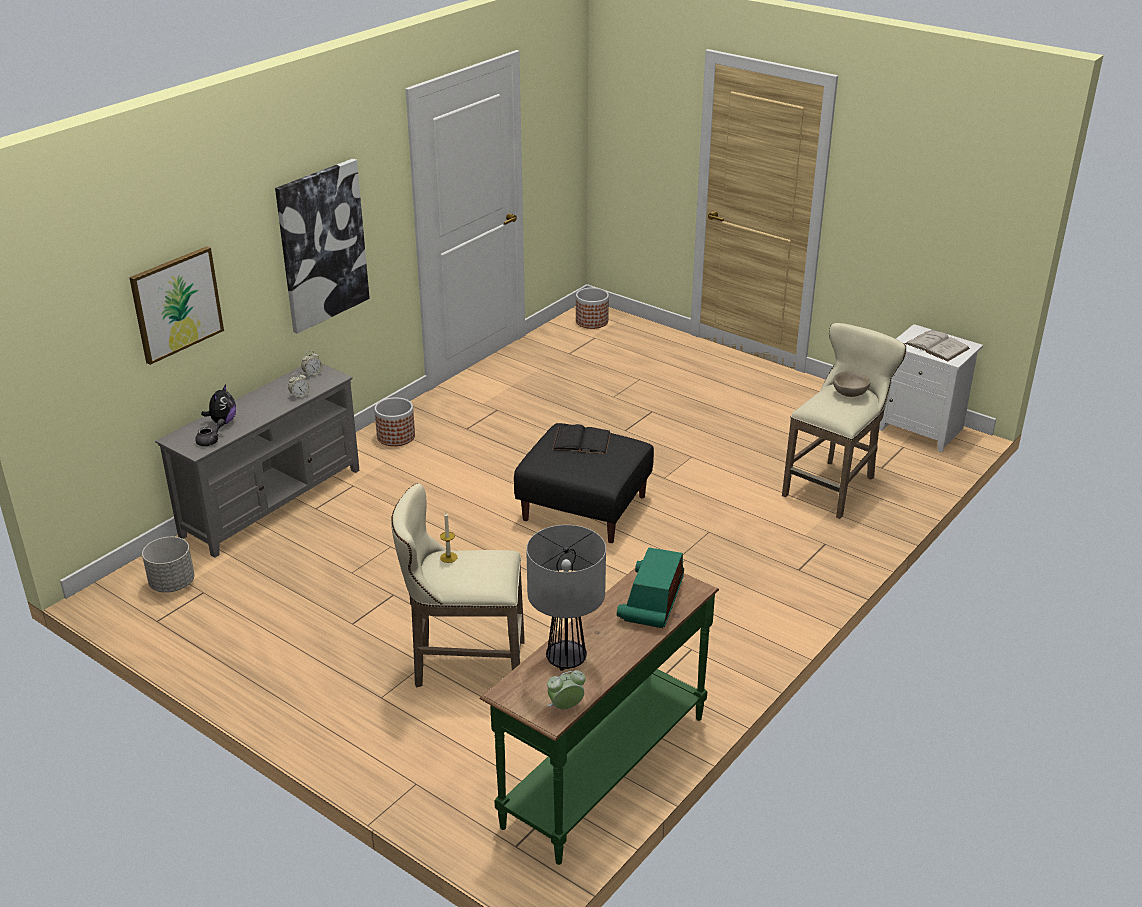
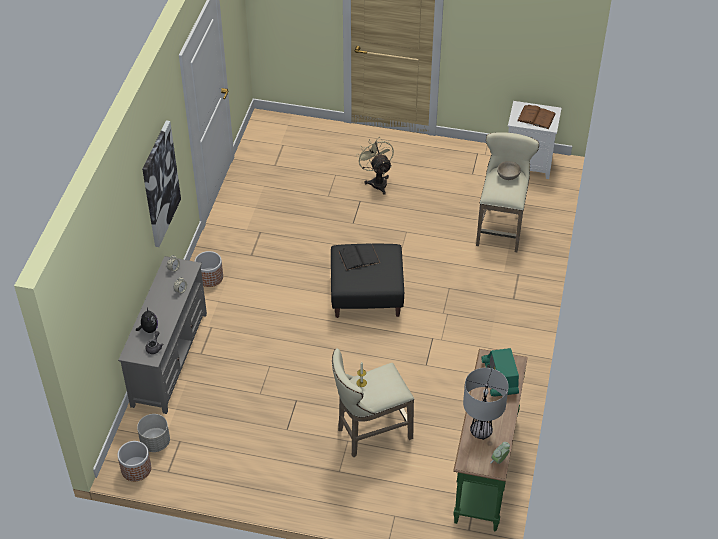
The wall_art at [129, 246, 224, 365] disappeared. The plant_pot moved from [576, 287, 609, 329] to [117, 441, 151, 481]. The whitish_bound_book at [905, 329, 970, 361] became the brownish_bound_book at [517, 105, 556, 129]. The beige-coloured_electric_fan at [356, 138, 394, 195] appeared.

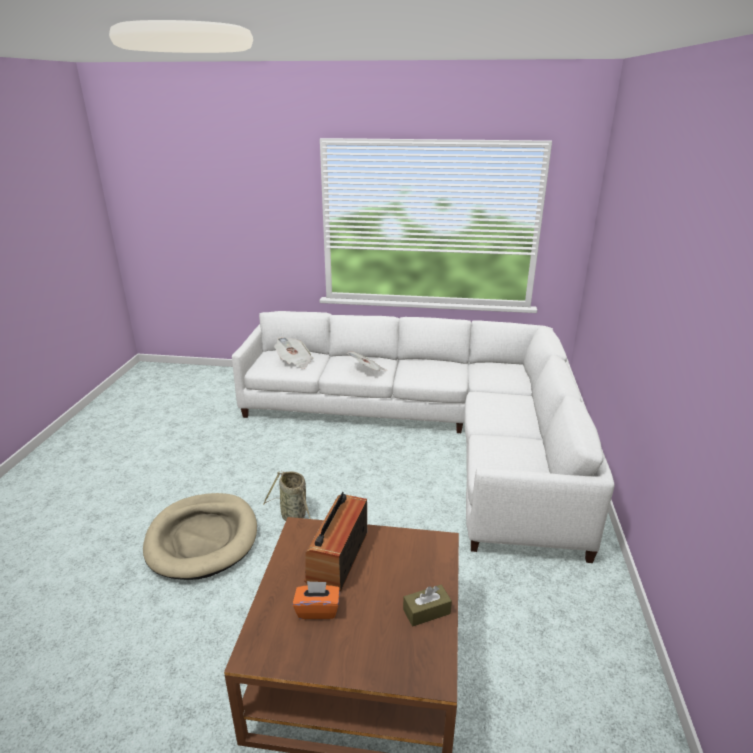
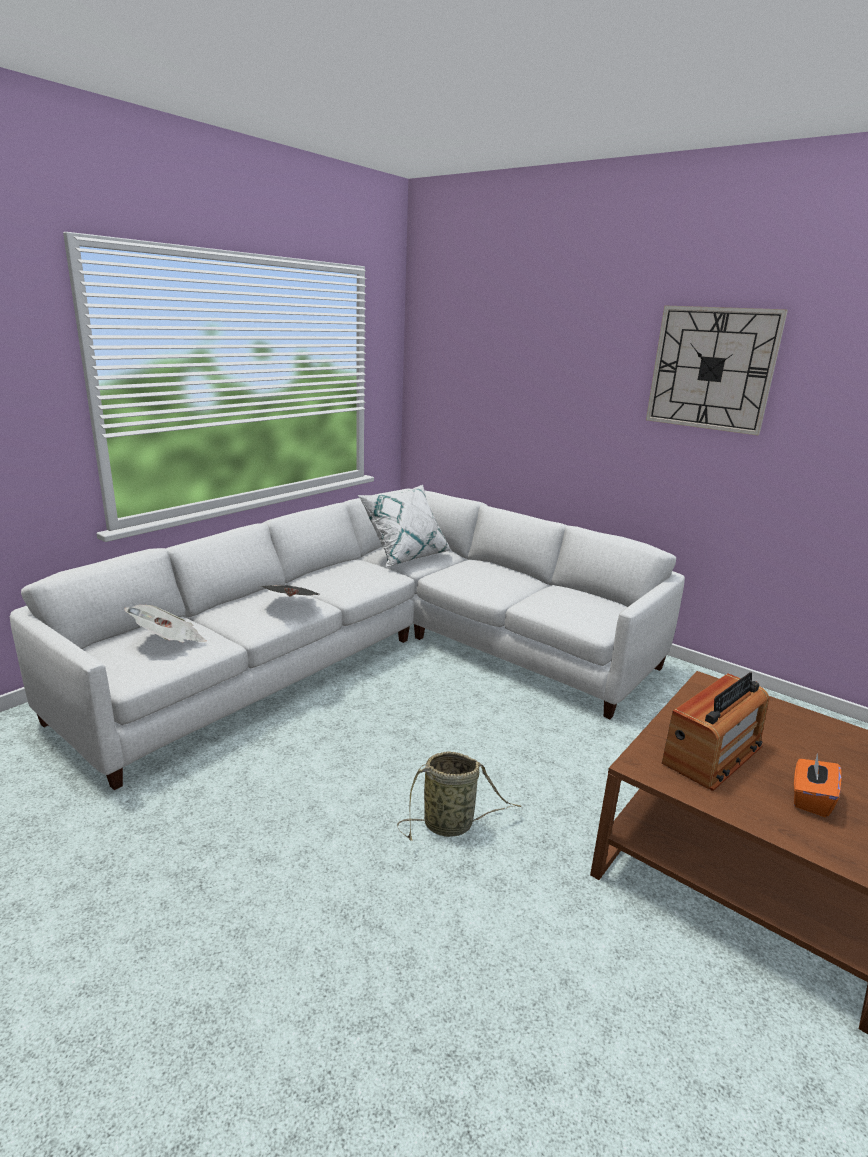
The radio_set at [304, 492, 367, 592] turned 90 degrees counterclockwise. The beige-coloured_pet_bed at [143, 493, 257, 580] disappeared. The brownish_box_of_tissues at [403, 585, 452, 627] disappeared. The clock_on_the_wall at [646, 305, 788, 435] appeared. The whitish_cushion at [358, 485, 452, 567] appeared.

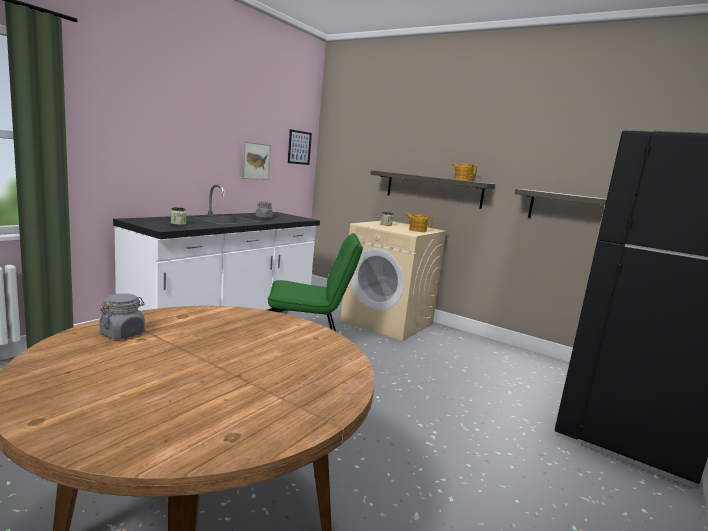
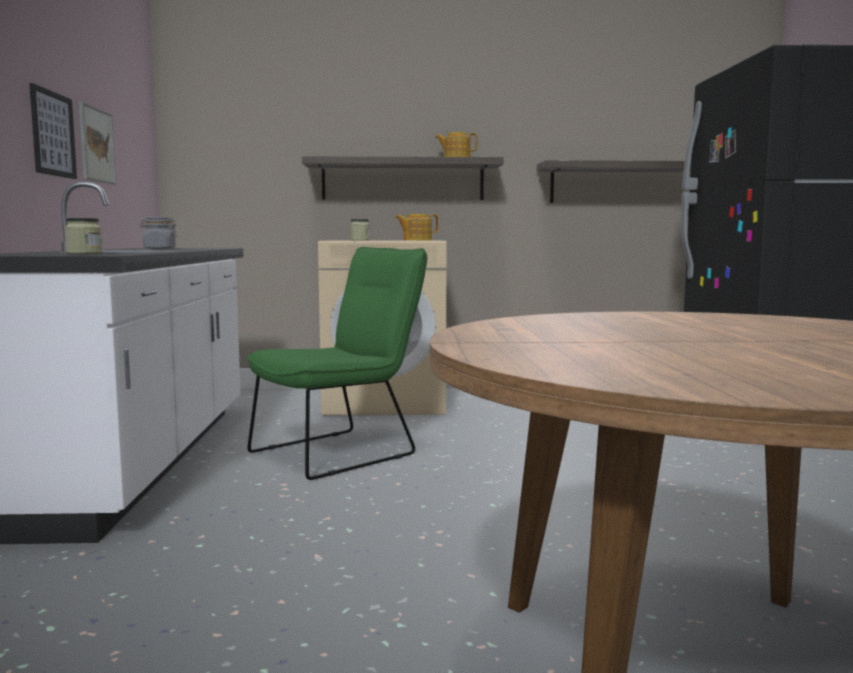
The wall_art moved from [288, 129, 312, 165] to [29, 83, 77, 179]. The gray_preserve_jar at [99, 293, 145, 339] disappeared.

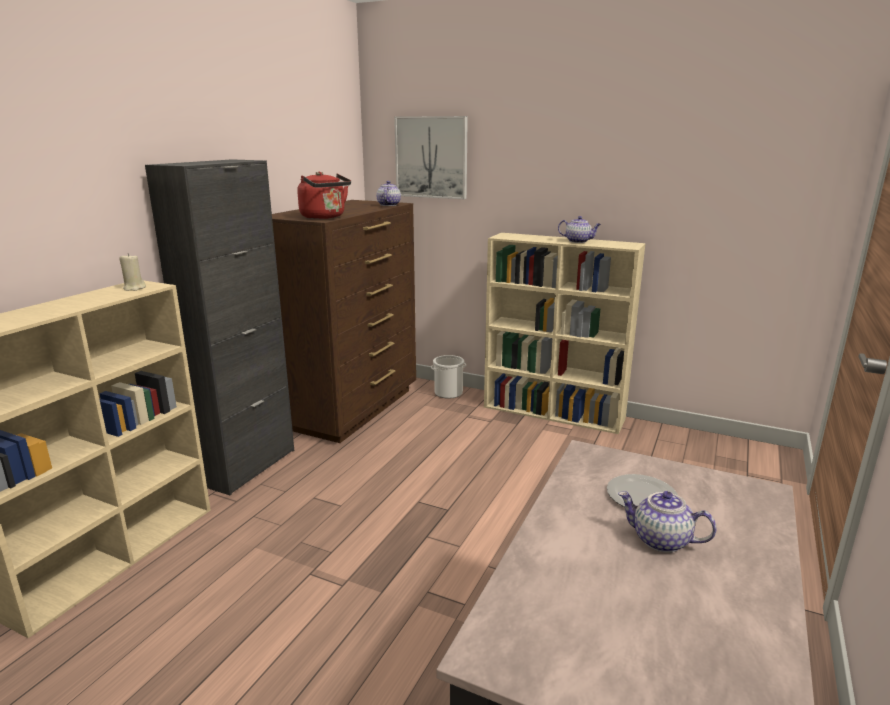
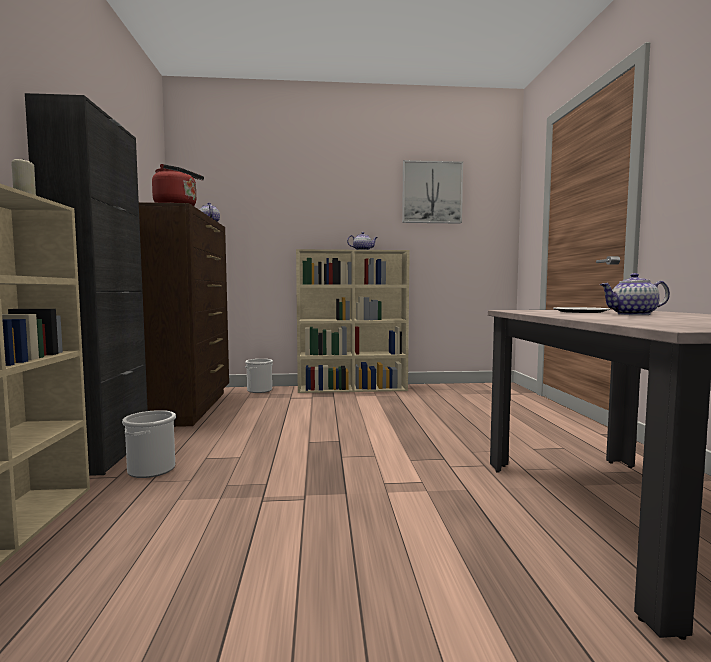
The wall_art moved from [394, 116, 468, 199] to [402, 160, 463, 224]. The water_bucket at [122, 410, 176, 478] appeared.

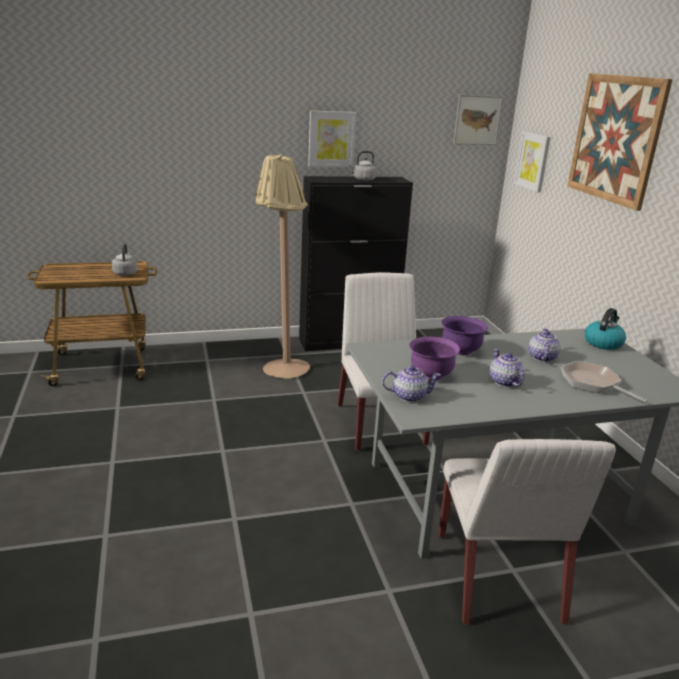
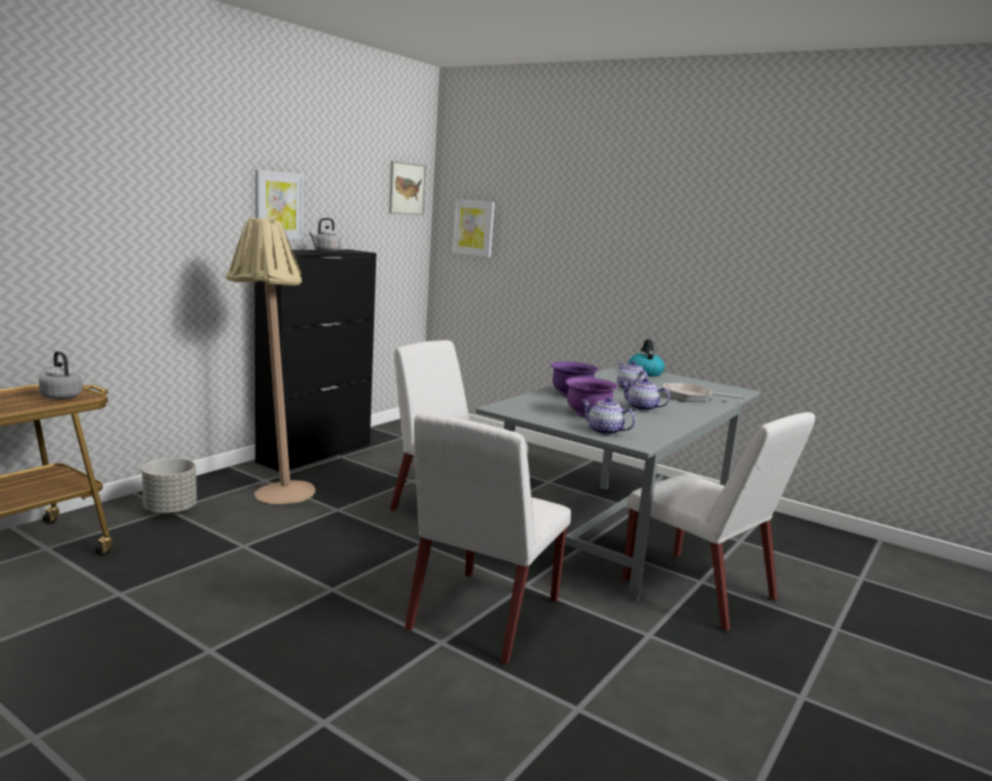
The wall_art at [567, 73, 673, 211] disappeared. The teapot at [382, 366, 441, 402] turned 105 degrees counterclockwise. The whitish_chair at [405, 413, 571, 664] appeared. The gray_plant_pot at [142, 458, 197, 515] appeared.

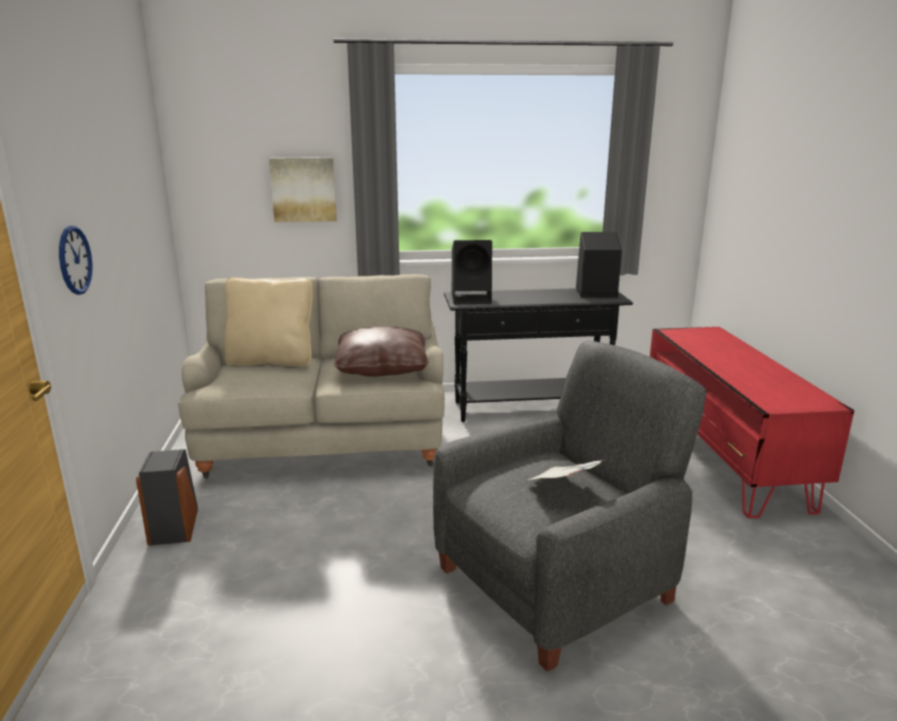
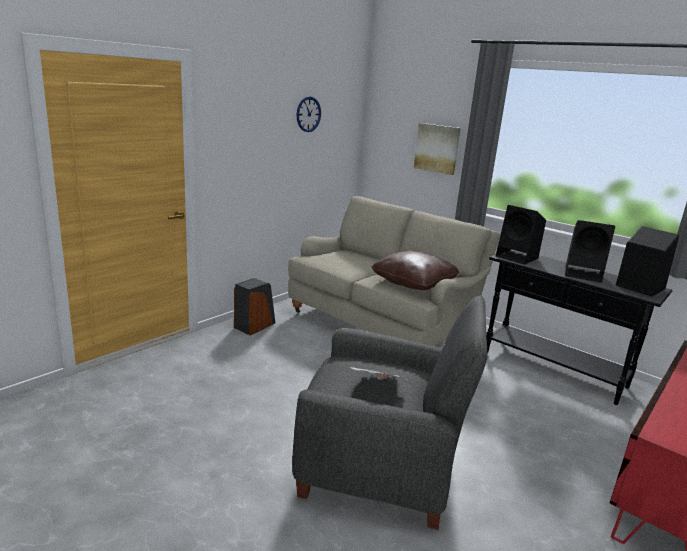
The clock_on_the_wall moved from [59, 226, 92, 295] to [296, 96, 321, 132]. The beige-coloured_cushion at [225, 277, 313, 367] disappeared. The black-coloured_speaker at [565, 220, 615, 283] appeared.

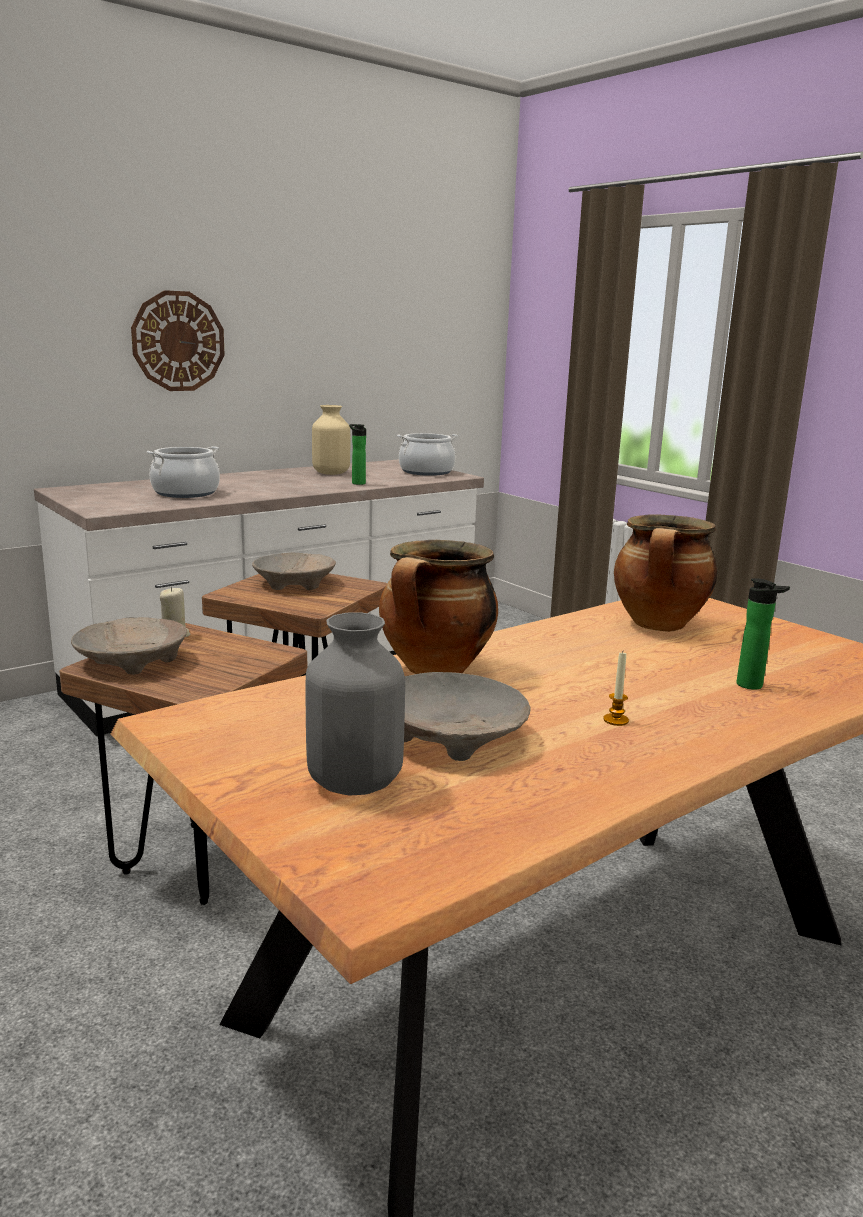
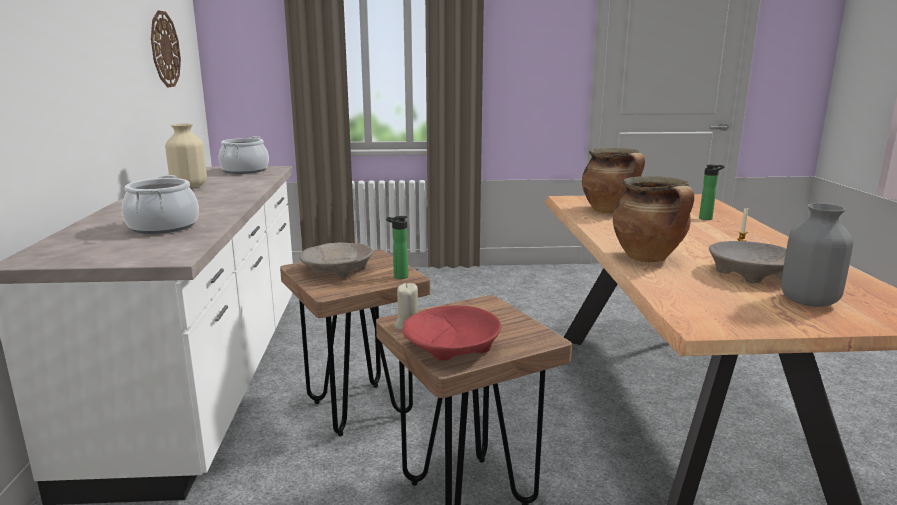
The clock_on_the_wall moved from [131, 290, 225, 391] to [151, 10, 181, 87]. The beverage_bottle moved from [349, 424, 366, 485] to [386, 216, 408, 279]. The beige-coloured_bowl at [71, 617, 187, 675] became the red_bowl at [403, 305, 501, 361].

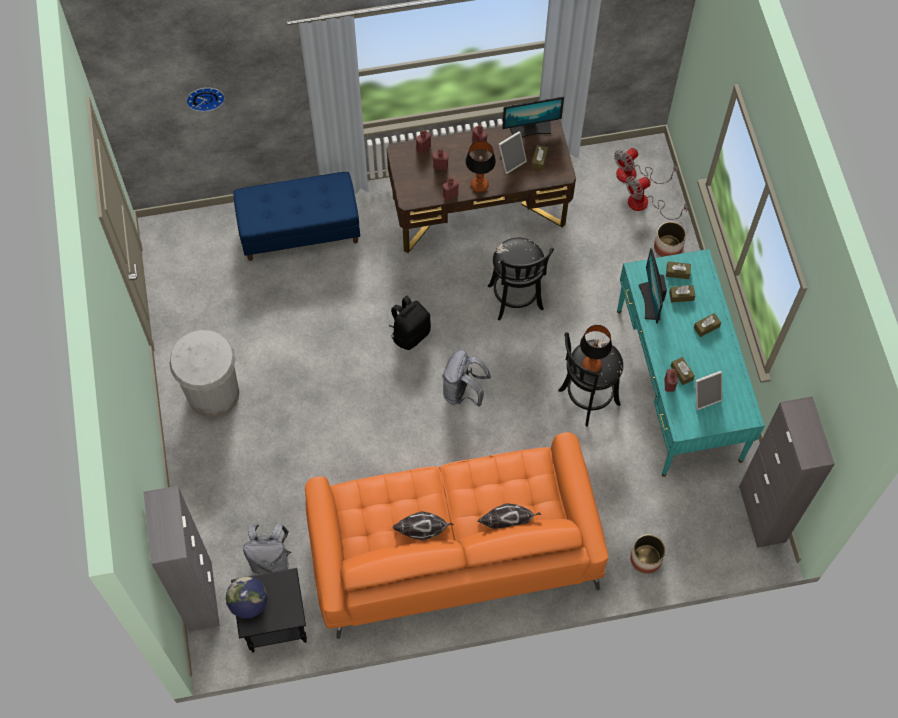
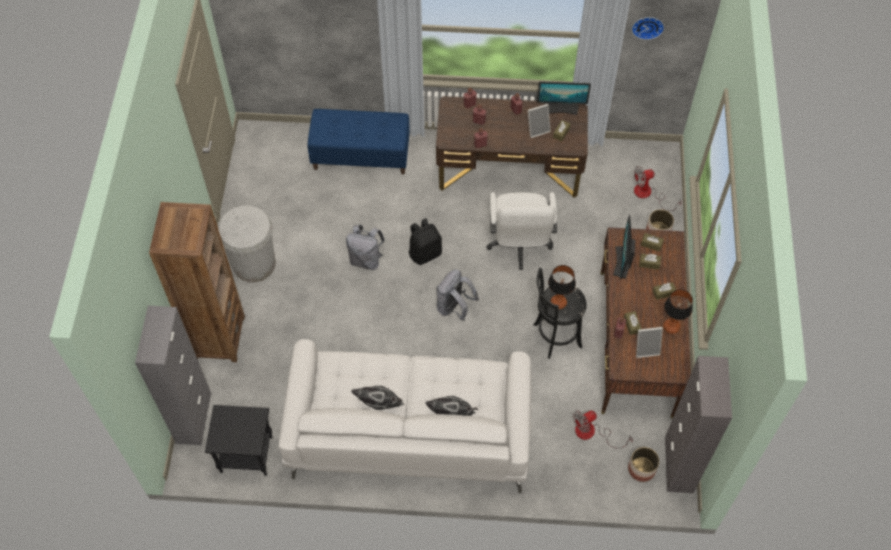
The clock_on_the_wall moved from [186, 88, 225, 112] to [632, 17, 664, 40]. The table_lamp moved from [465, 141, 496, 192] to [663, 289, 693, 334]. The electric_fan moved from [614, 148, 678, 184] to [573, 410, 633, 449]. The black-coloured_sitting_stool at [487, 238, 554, 321] was replaced by the whitish_office_chair at [486, 192, 557, 270]. The turquoise_desk_unit at [617, 249, 764, 477] became the brownish_desk_unit at [600, 227, 691, 418]. The orange_couch at [305, 432, 608, 639] became the whitish_couch at [279, 339, 531, 493]. The gray_rucksack moved from [243, 524, 292, 575] to [346, 225, 385, 270]. The plant_pot moved from [630, 535, 666, 574] to [628, 447, 659, 482]. The globe at [226, 577, 268, 619] disappeared. The brownish_shelving_unit at [149, 202, 245, 362] appeared.

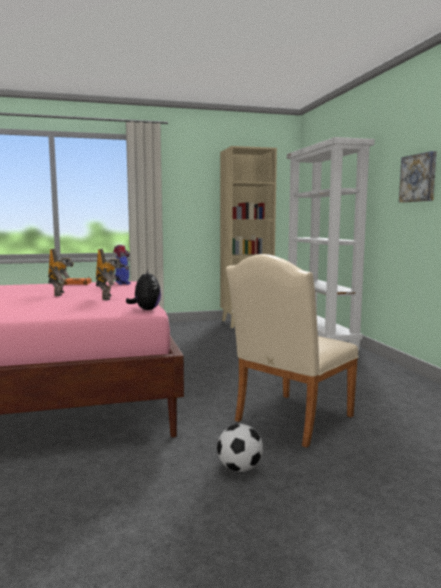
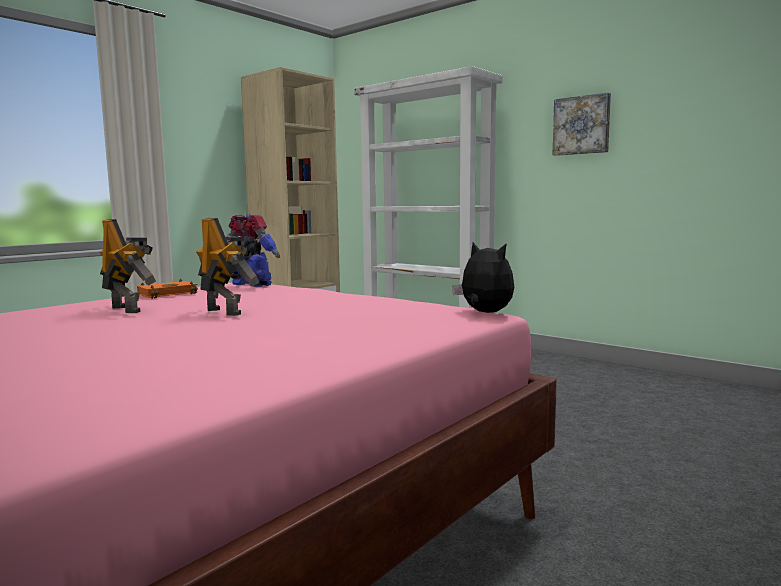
The toy_robot moved from [96, 249, 123, 300] to [99, 219, 156, 313]. The beige-coloured_chair at [226, 254, 359, 448] disappeared. The football_ball at [217, 424, 263, 472] disappeared.

